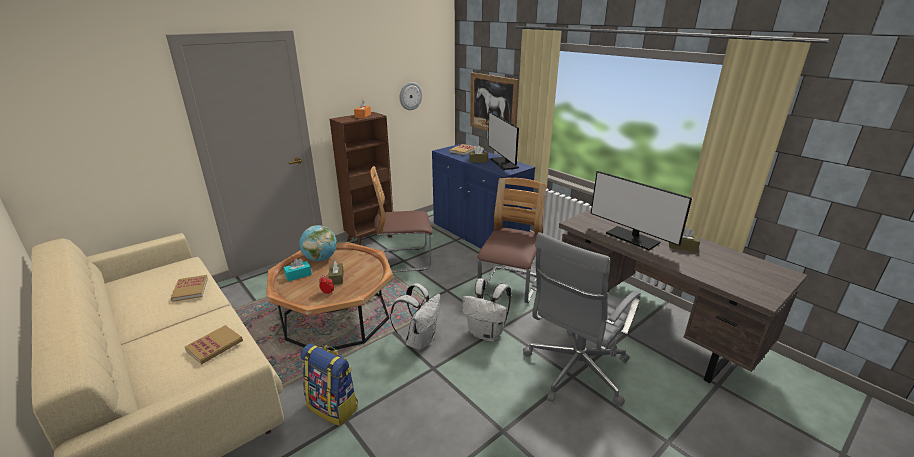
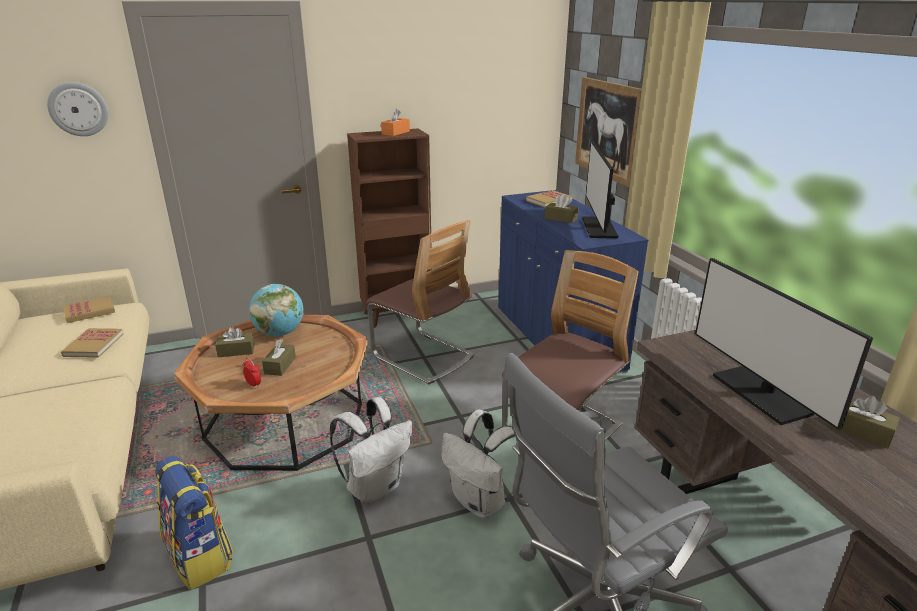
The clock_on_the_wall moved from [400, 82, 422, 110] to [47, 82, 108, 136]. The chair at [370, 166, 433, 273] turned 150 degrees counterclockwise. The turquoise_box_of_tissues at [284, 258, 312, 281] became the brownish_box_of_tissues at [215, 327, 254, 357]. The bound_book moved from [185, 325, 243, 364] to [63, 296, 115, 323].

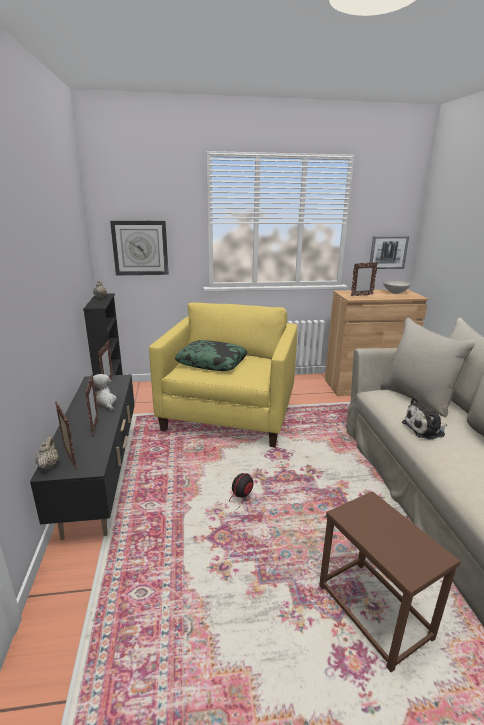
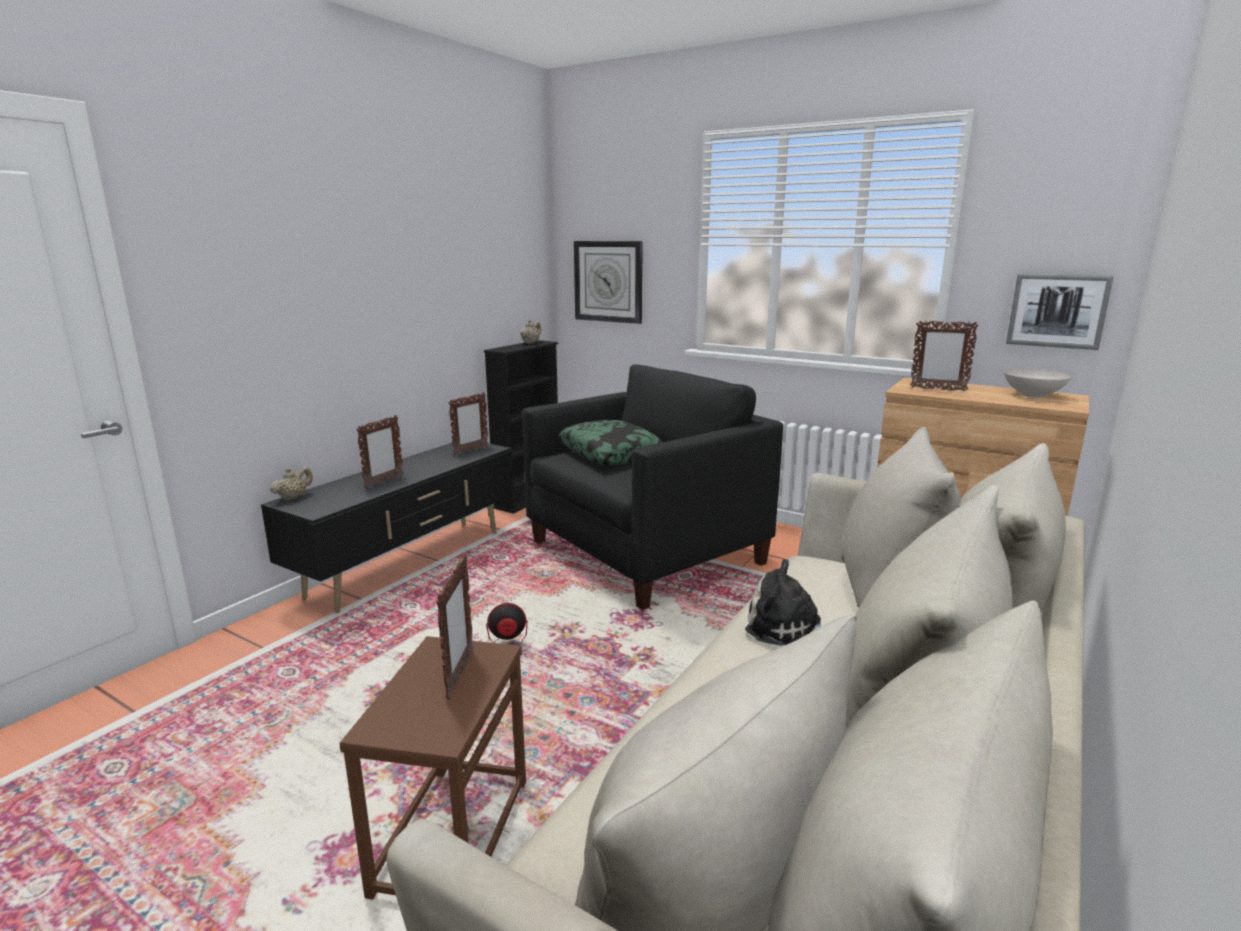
The yellow_lounge_chair at [149, 303, 297, 447] became the black-coloured_lounge_chair at [523, 364, 783, 610]. The cuddly_toy at [88, 374, 117, 412] disappeared. The standing_frame moved from [55, 401, 77, 470] to [436, 554, 473, 700].

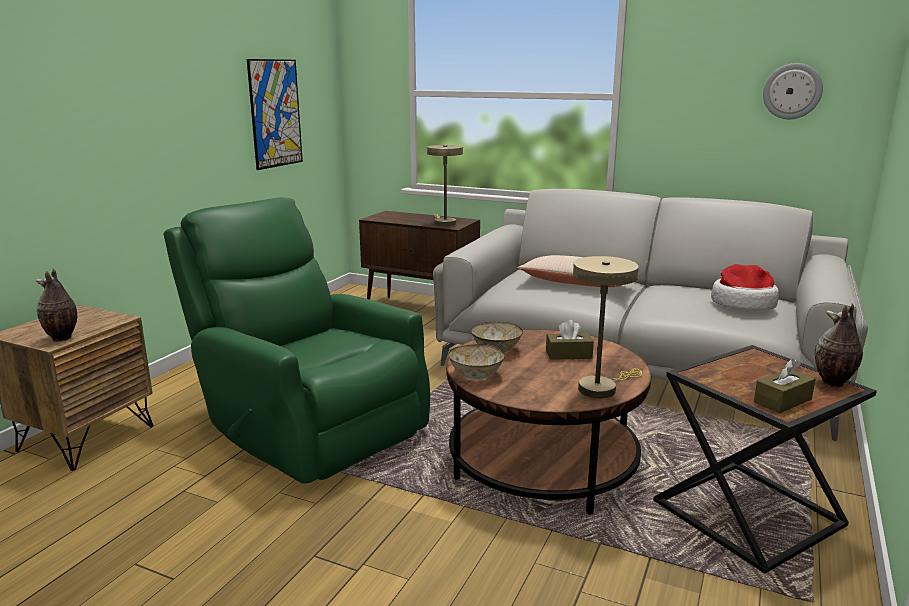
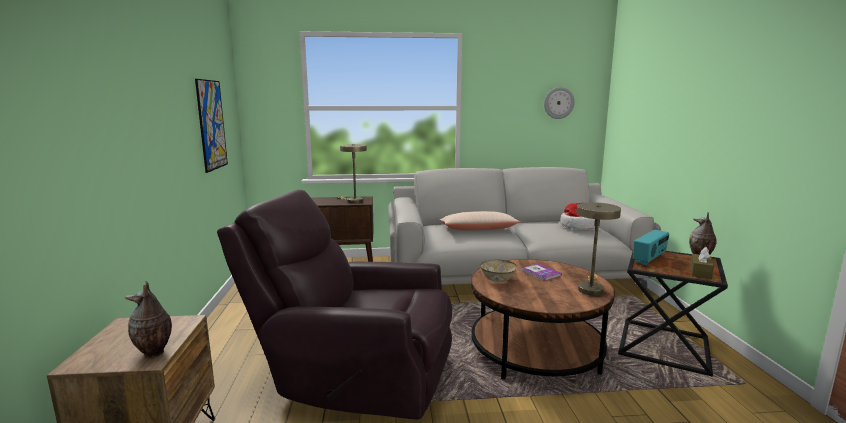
The green-coloured_lounge_chair at [163, 198, 430, 484] became the brownish_lounge_chair at [217, 190, 452, 420]. The brownish_box_of_tissues at [546, 320, 594, 360] was replaced by the bound_book at [522, 264, 562, 281]. The bowl at [449, 344, 505, 379] disappeared. The radio_set at [633, 230, 669, 265] appeared.

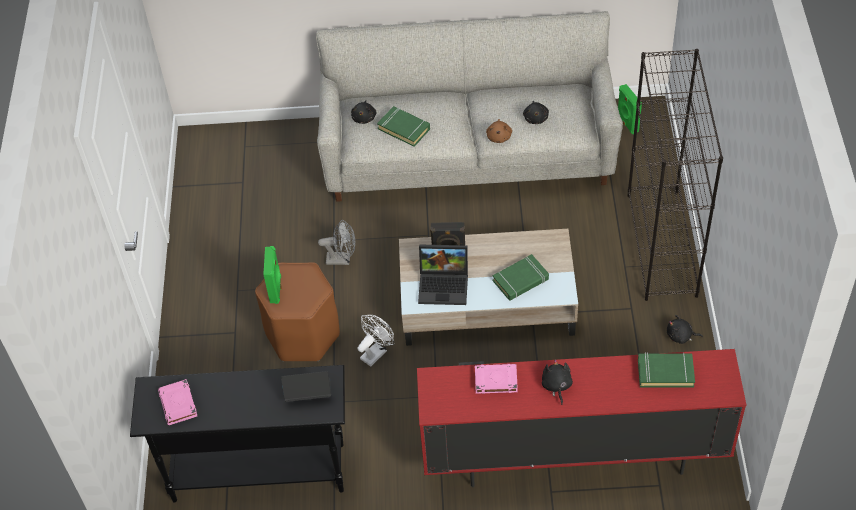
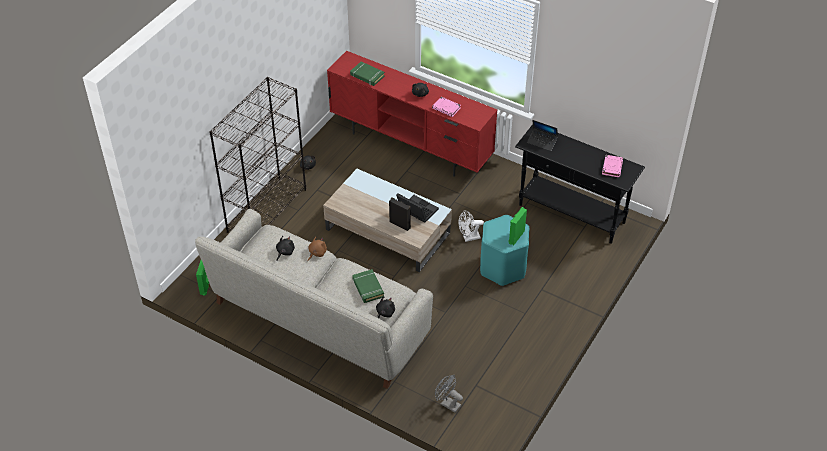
The gray_electric_fan moved from [318, 220, 355, 265] to [435, 375, 463, 412]. The green-coloured_bound_book at [493, 254, 549, 301] disappeared. The brownish_sitting_stool at [255, 262, 340, 361] became the turquoise_sitting_stool at [480, 215, 529, 286].

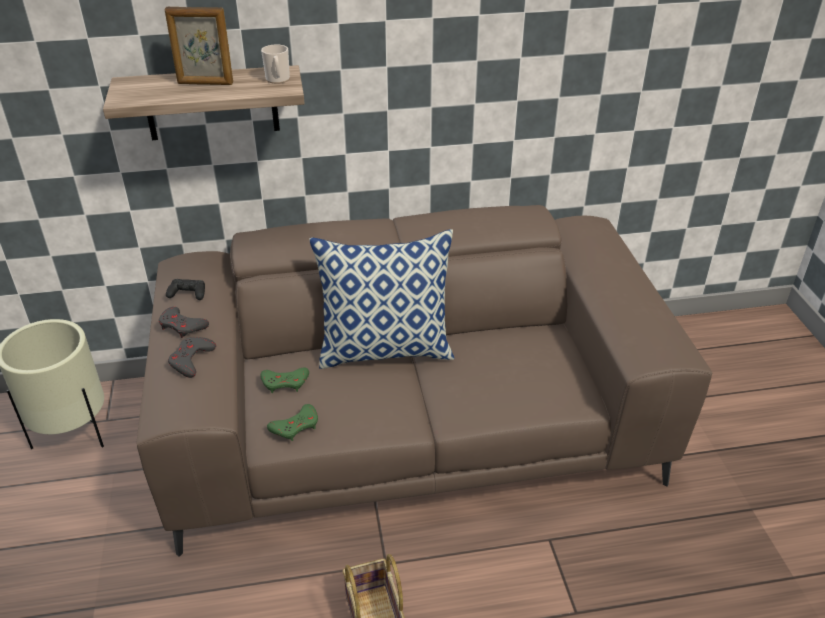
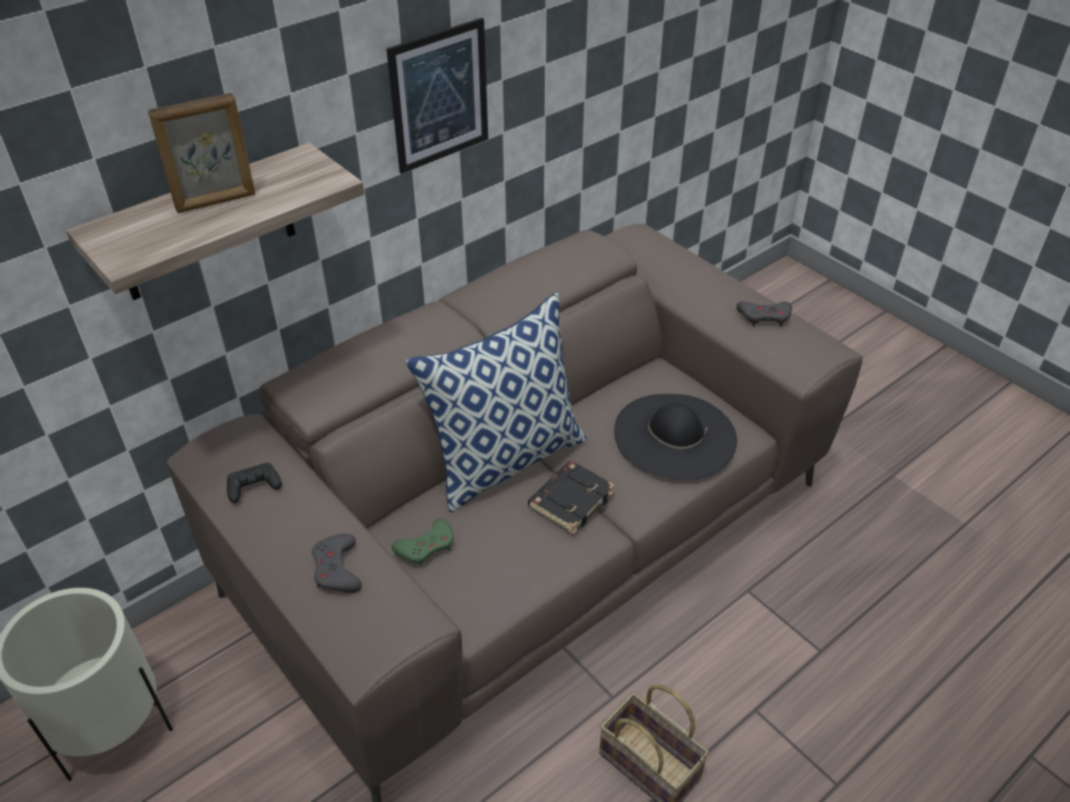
The tea_mug at [261, 44, 290, 84] disappeared. The gray_game_controller moved from [159, 307, 209, 338] to [737, 301, 792, 327]. The green-coloured_game_controller at [267, 404, 318, 441] disappeared. The wall_art at [386, 18, 488, 174] appeared. The black-coloured_clothing_hat at [614, 394, 737, 480] appeared. The black-coloured_bound_book at [528, 461, 615, 535] appeared.

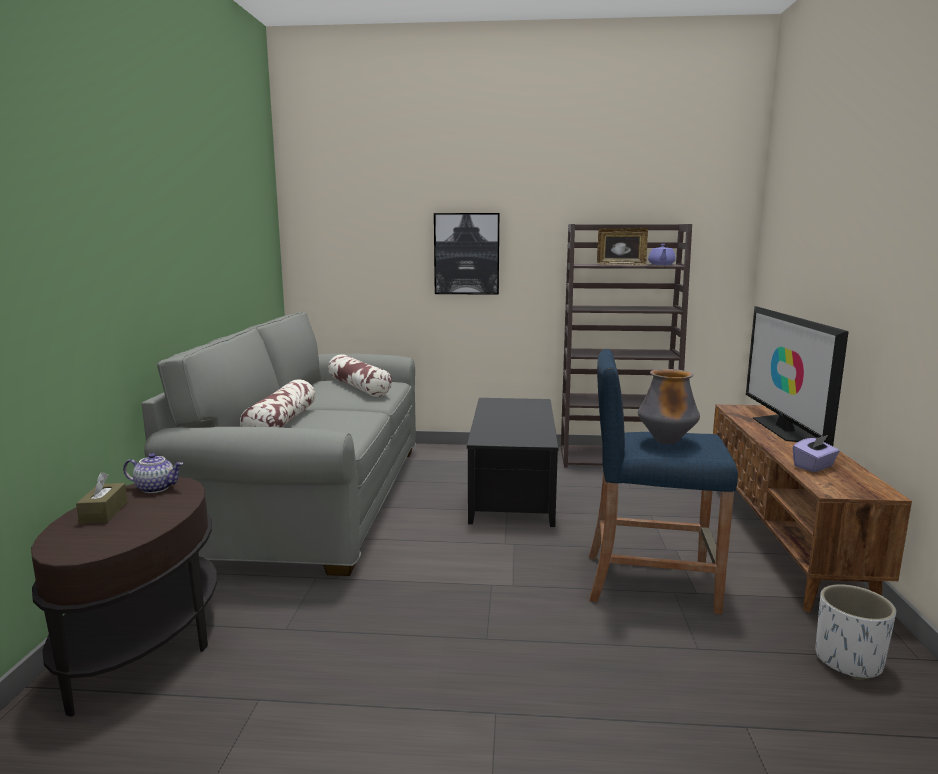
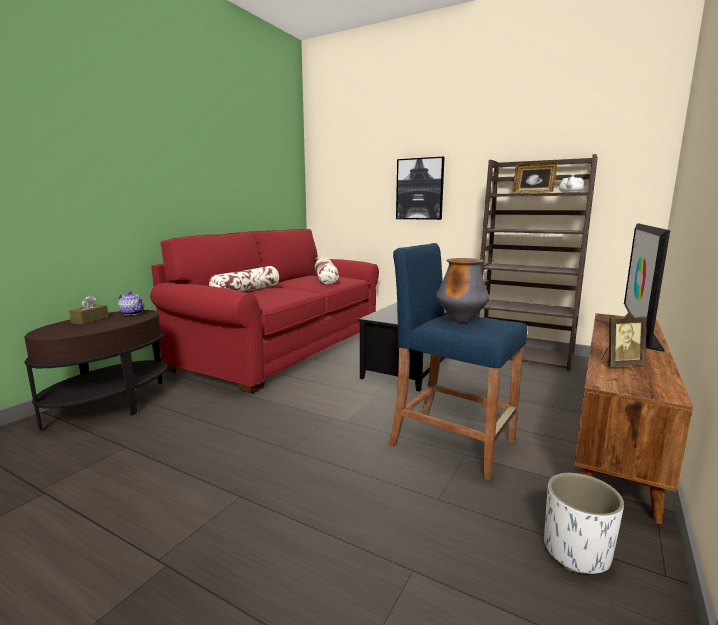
The purple_teapot at [648, 244, 676, 265] became the whitish_teapot at [559, 174, 584, 193]. The gray_couch at [142, 312, 416, 576] became the red_couch at [150, 229, 379, 394]. The purple_box_of_tissues at [793, 435, 840, 472] was replaced by the standing_frame at [601, 312, 647, 367].

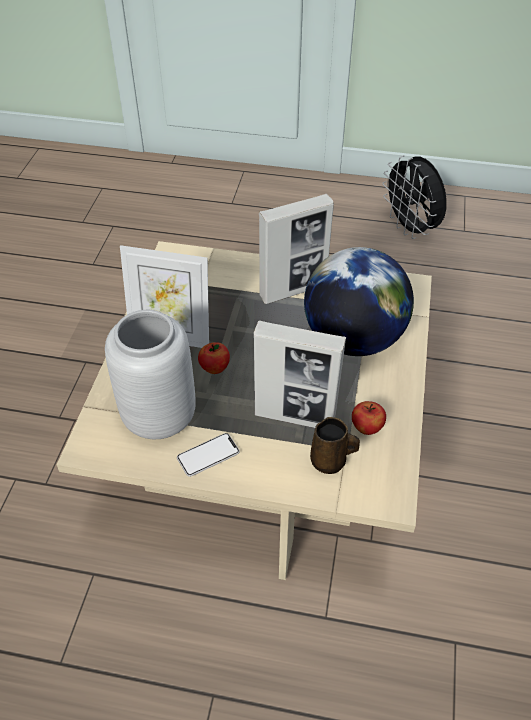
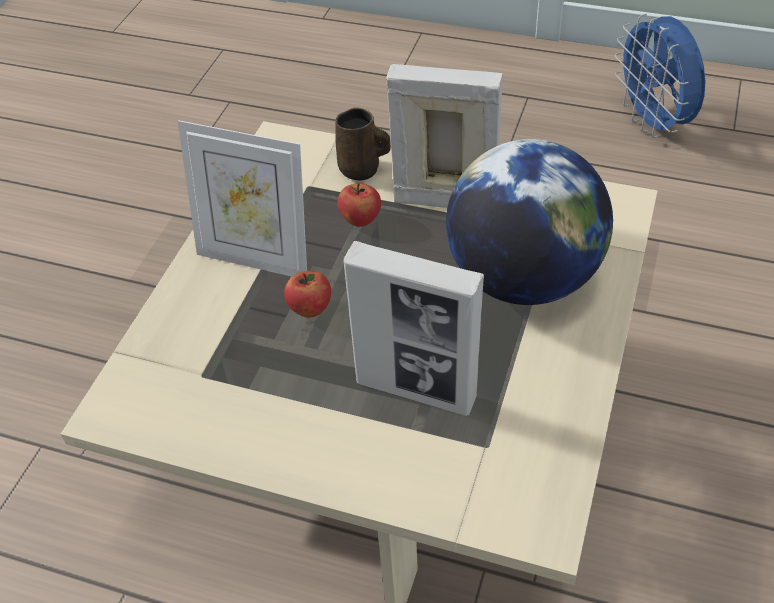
The black-coloured_electric_fan at [382, 155, 447, 239] became the blue_electric_fan at [614, 14, 705, 138]. The standing_frame at [259, 194, 334, 304] turned 150 degrees counterclockwise. The gray_vase at [105, 310, 196, 439] disappeared. The whole_apple moved from [352, 401, 386, 435] to [338, 183, 381, 227]. The brownish_tea_mug moved from [310, 417, 360, 474] to [335, 107, 391, 181]. The telephone at [177, 433, 240, 477] disappeared.

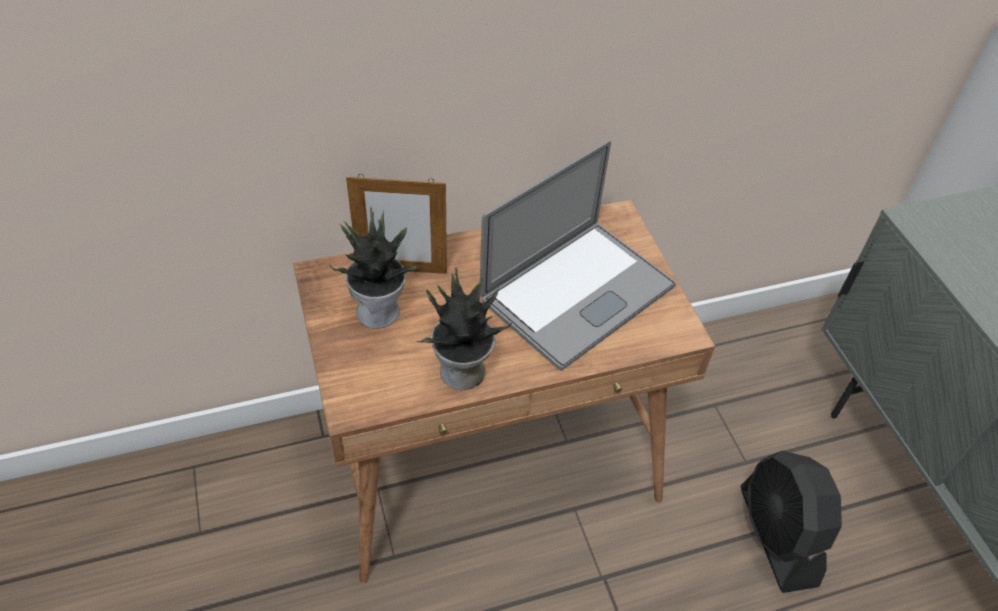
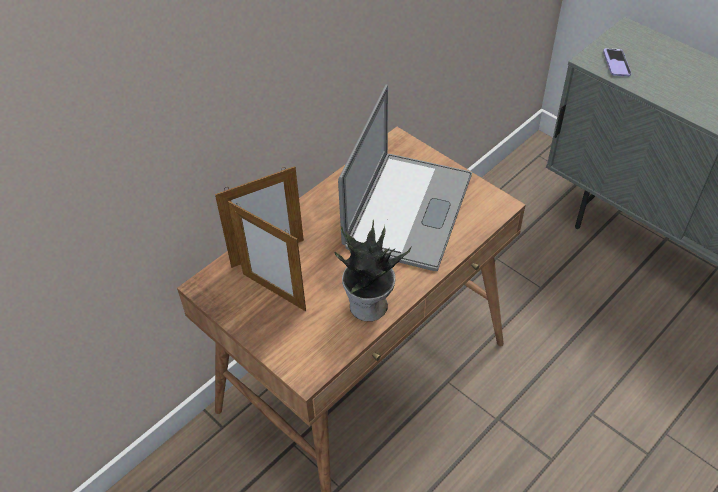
The plant_in_a_pot at [329, 207, 424, 328] was replaced by the standing_frame at [228, 201, 306, 311]. The black-coloured_electric_fan at [741, 451, 842, 593] disappeared. The telephone at [603, 48, 631, 76] appeared.

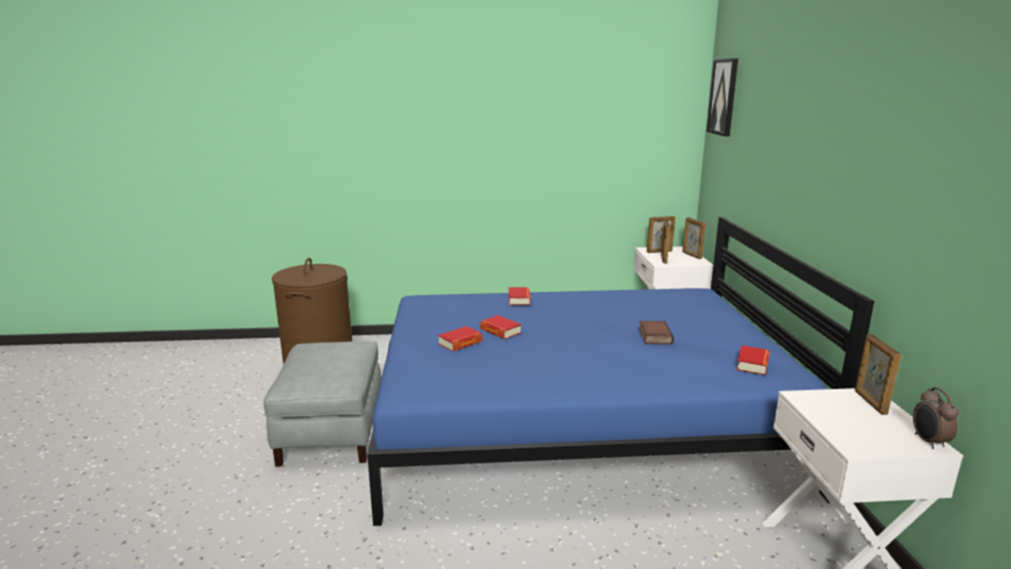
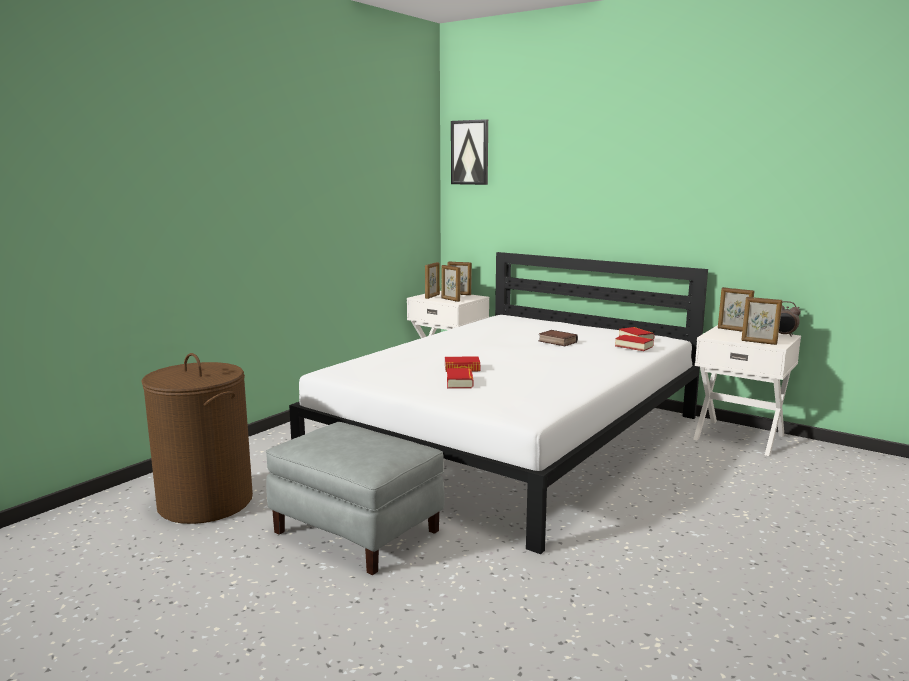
The blue_bed at [367, 217, 874, 526] became the whitish_bed at [289, 252, 708, 554]. The bound_book moved from [509, 287, 531, 305] to [615, 335, 654, 351]. The standing_frame at [741, 297, 782, 345] appeared.

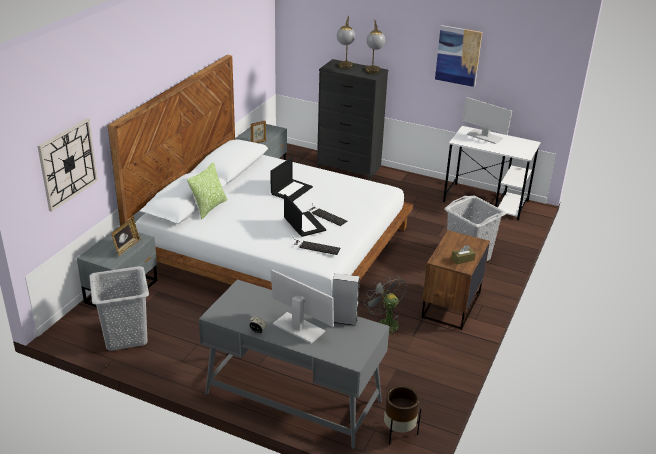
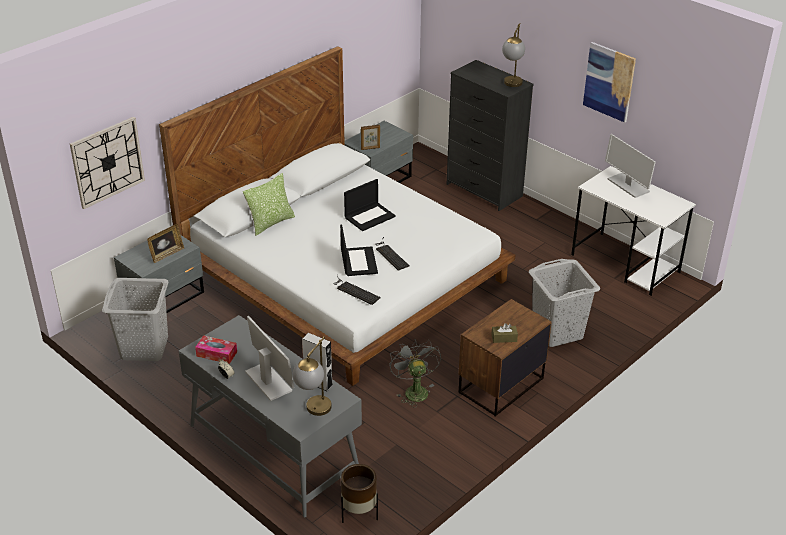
The table_lamp moved from [337, 16, 355, 69] to [293, 337, 332, 416]. The box_of_tissues at [195, 335, 237, 364] appeared.

